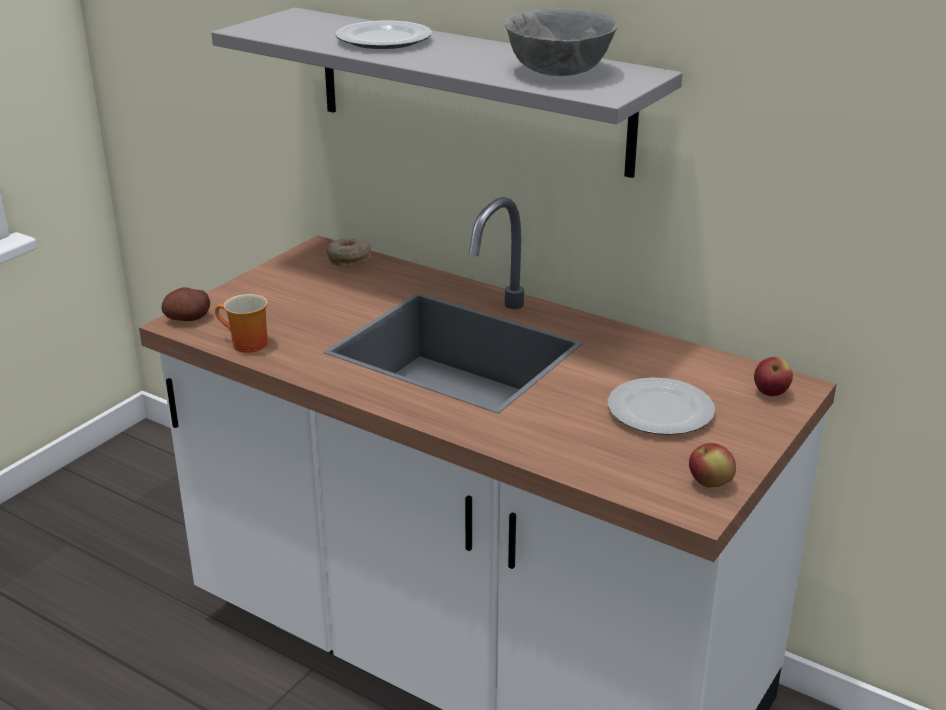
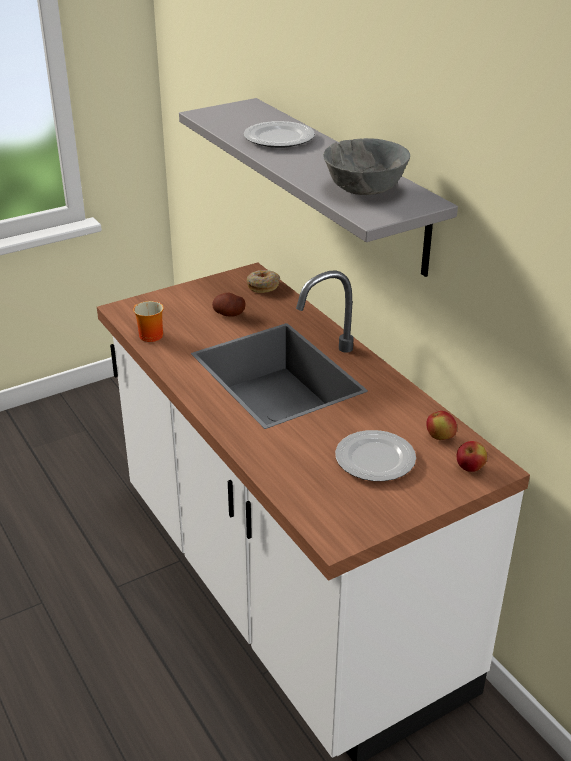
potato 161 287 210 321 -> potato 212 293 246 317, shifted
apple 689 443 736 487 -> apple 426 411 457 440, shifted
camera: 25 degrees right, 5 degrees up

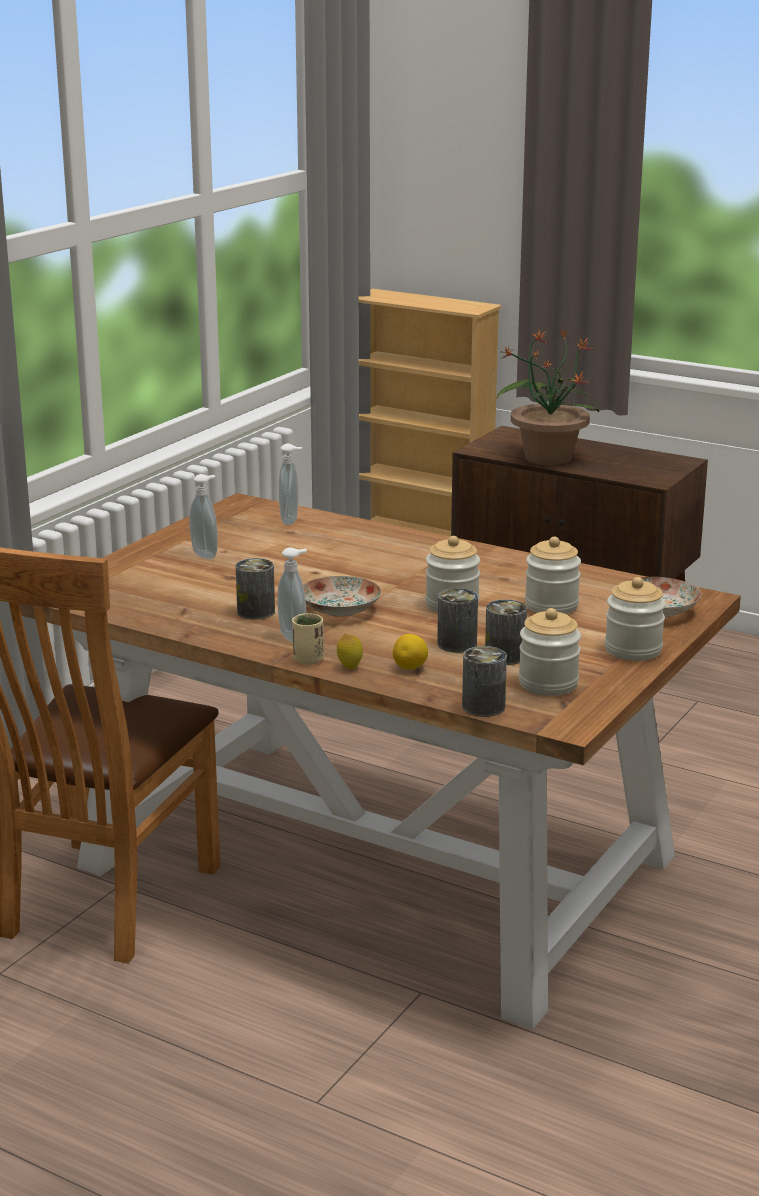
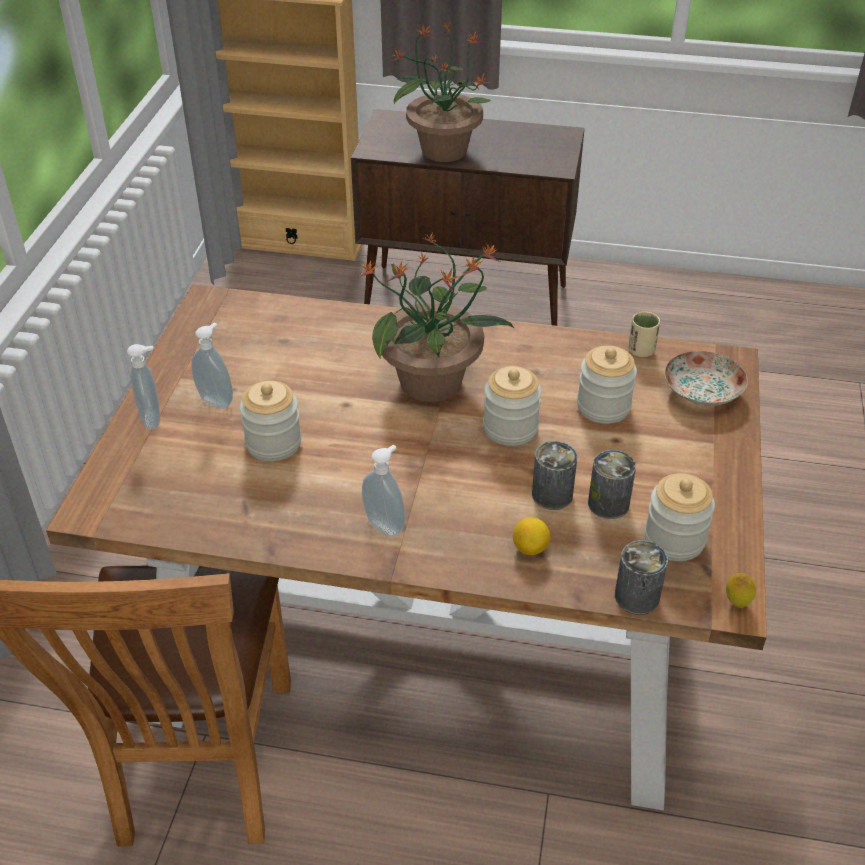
soap dispenser 279 444 302 525 -> soap dispenser 127 344 160 430, shifted
metal can 236 558 275 620 -> none
dinner plate 303 576 381 617 -> none
jar 605 577 666 661 -> jar 240 381 301 461, shifted
beige-coloured drinking cup 292 613 324 665 -> beige-coloured drinking cup 628 312 660 357, shifted
whole lemon 337 634 363 669 -> whole lemon 726 573 756 608, shifted
none -> houseplant 357 233 514 402
camera: 20 degrees left, 20 degrees up

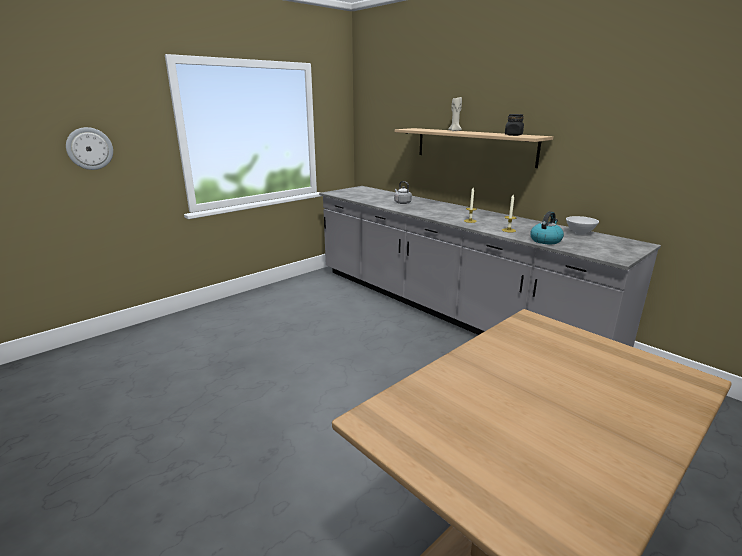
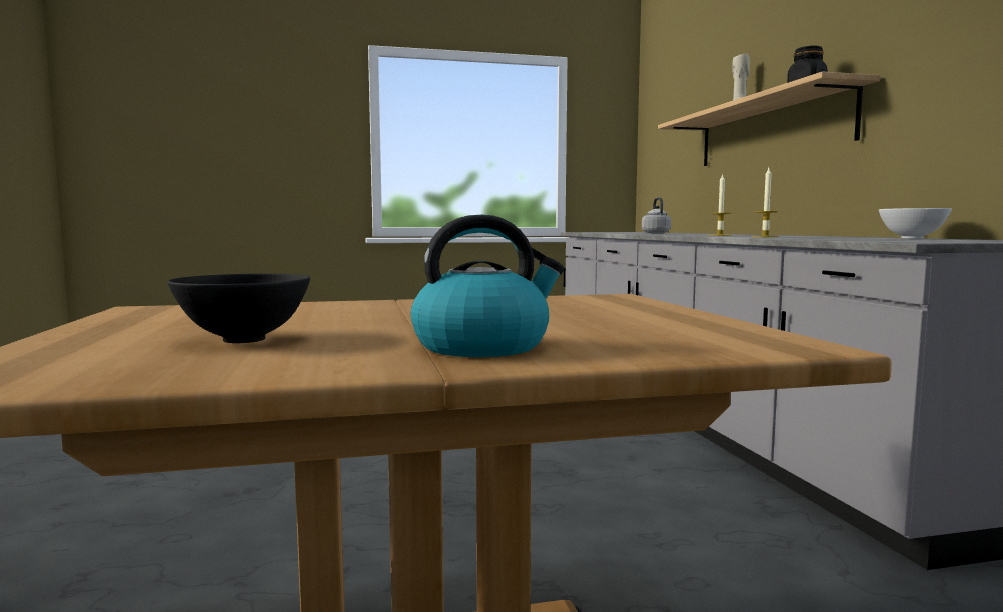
wall clock 66 127 113 170 -> none
tea kettle 530 211 564 244 -> tea kettle 411 215 564 357, shifted
none -> blackish bowl 167 274 310 343
camera: 30 degrees right, 15 degrees down

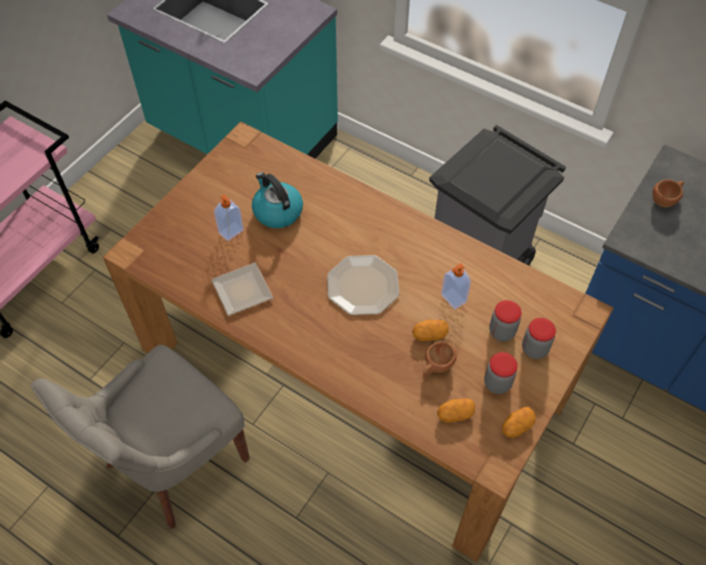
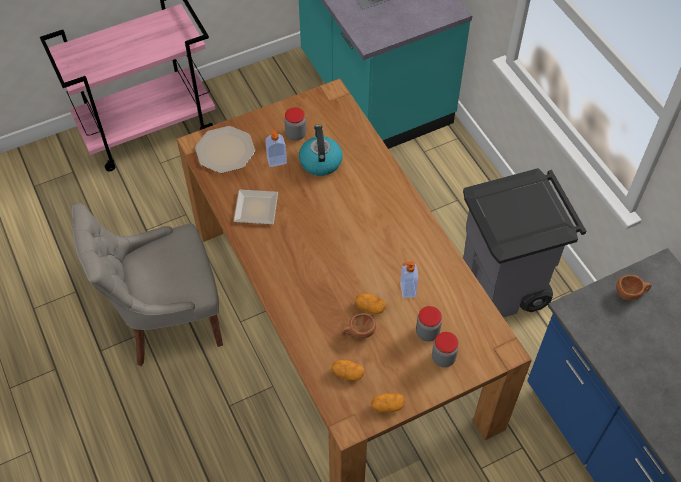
dinner plate 327 255 399 315 -> dinner plate 195 126 255 173, shifted
jar 484 352 518 394 -> jar 284 107 306 141, shifted
camera: 30 degrees right, 0 degrees up

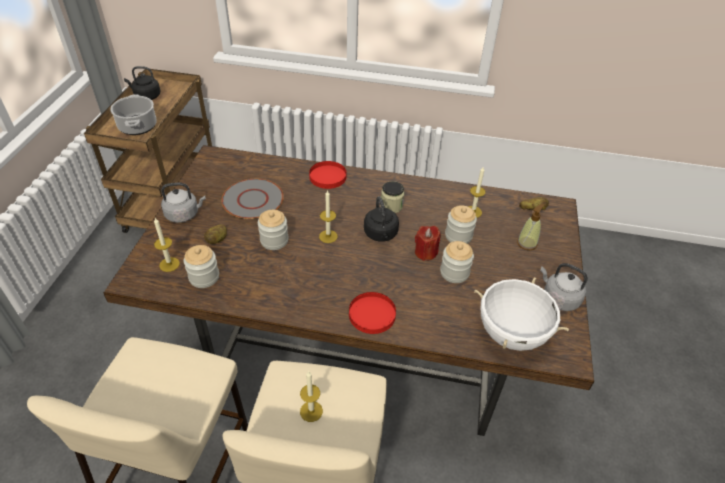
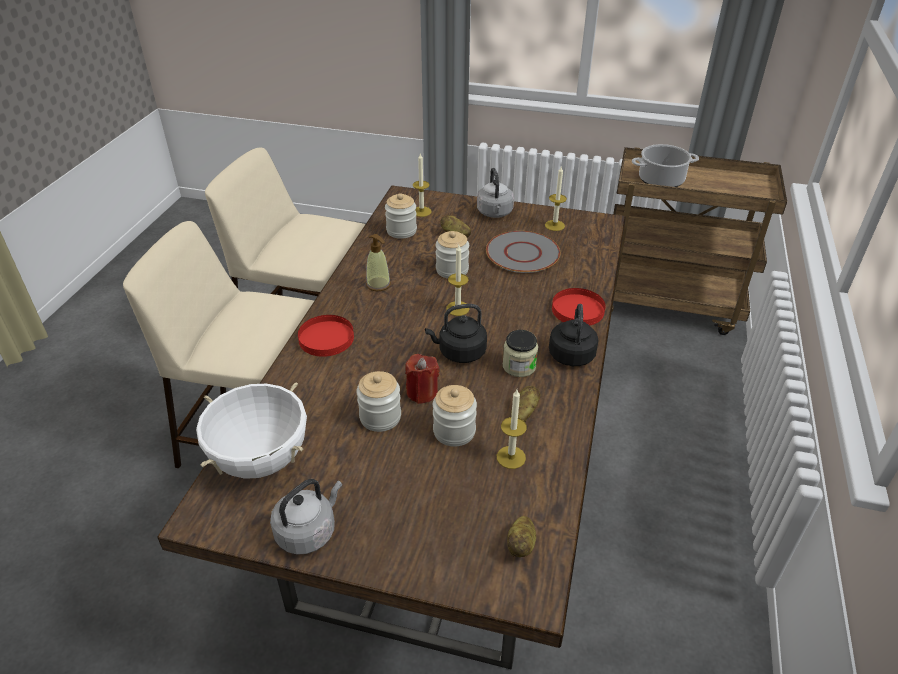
blackish tea kettle 124 66 161 100 -> blackish tea kettle 549 304 599 366, shifted
soap dispenser 517 204 545 250 -> soap dispenser 366 234 391 291, shifted
candle 300 371 323 422 -> candle 545 166 567 231, shifted
none -> potato 511 386 541 422
camera: 95 degrees right, 5 degrees down

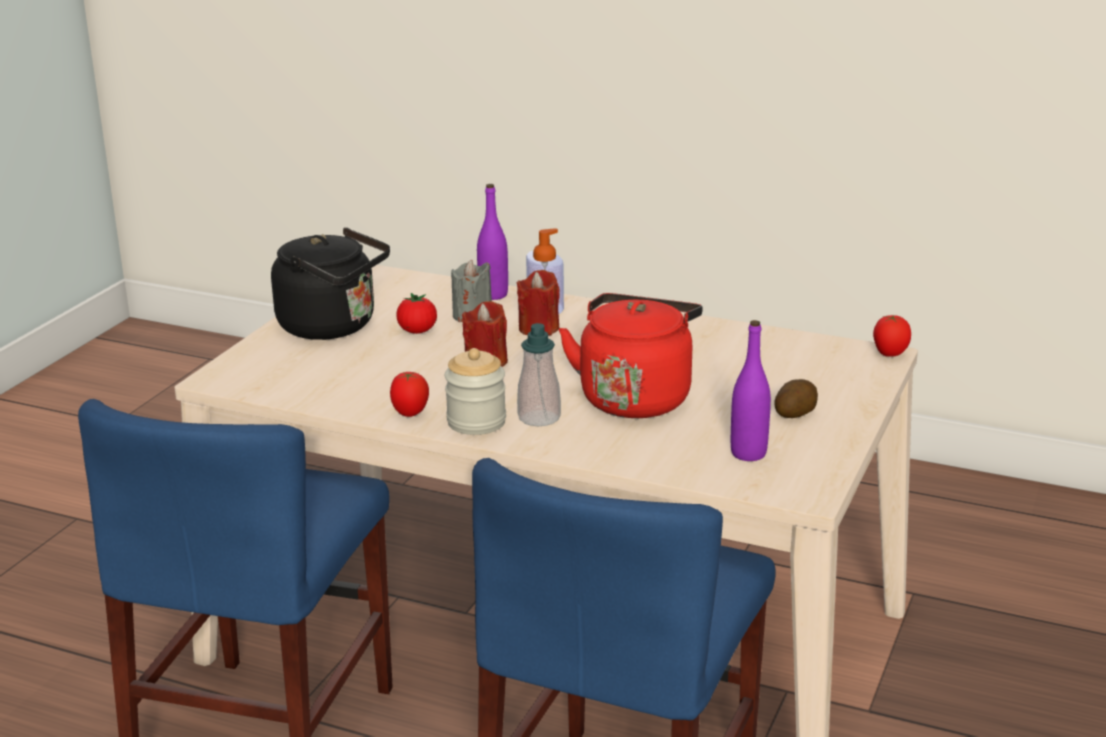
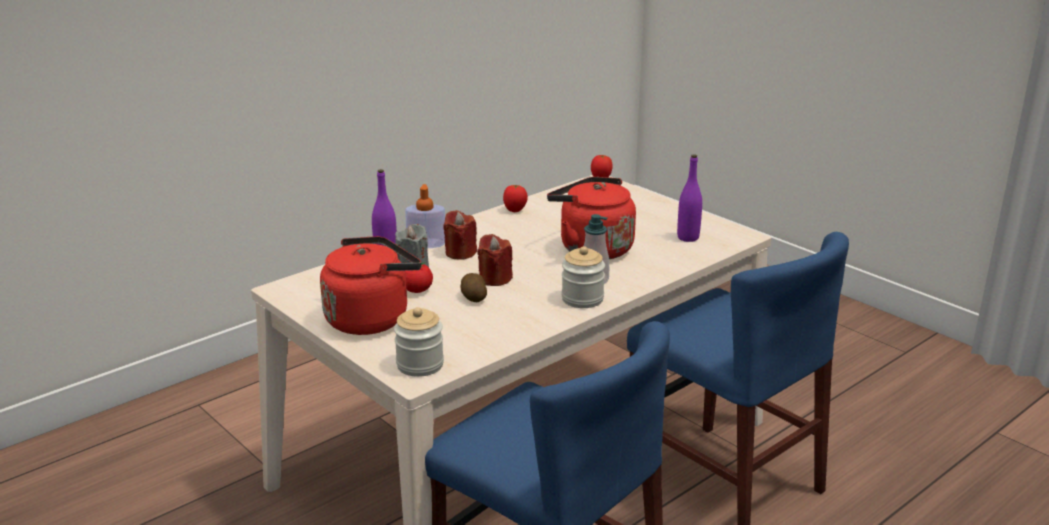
blackish tea kettle 271 228 390 340 -> red tea kettle 320 236 422 335
whole tomato 390 372 429 417 -> whole tomato 503 185 528 212, shifted
potato 775 379 818 418 -> potato 460 273 487 302, shifted
none -> jar 394 307 444 377
camera: 65 degrees left, 0 degrees up

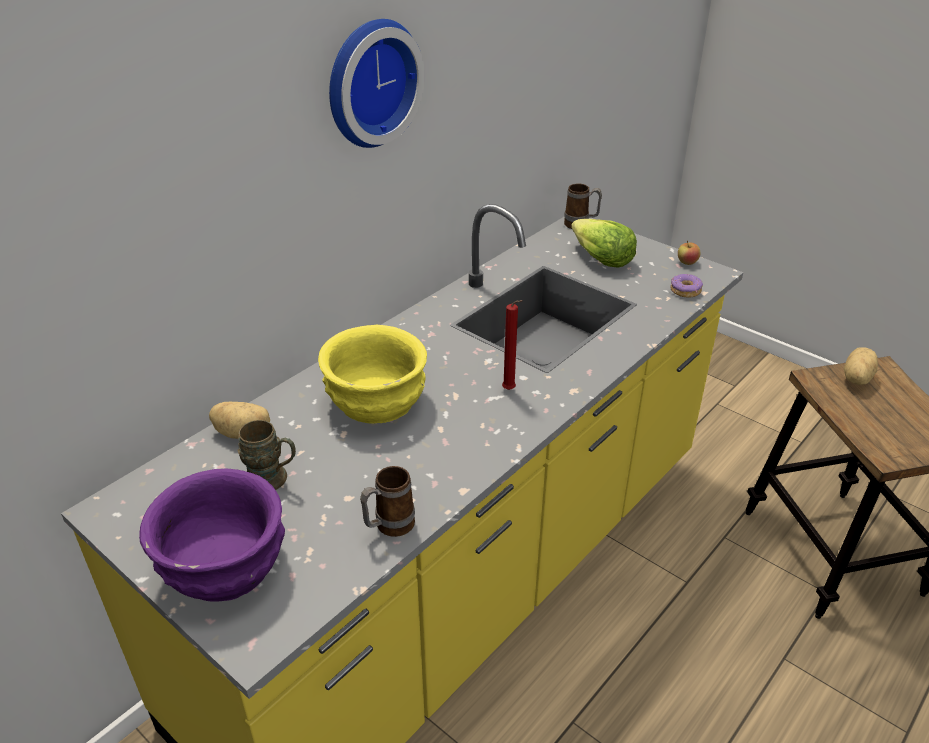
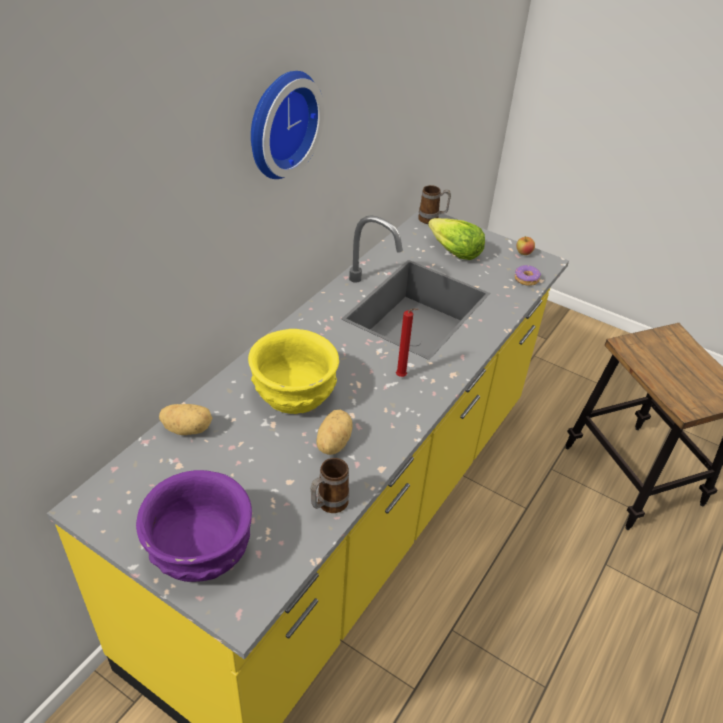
potato 844 347 878 385 -> potato 317 409 353 455, shifted
brown mug 238 420 296 490 -> none
camera: 10 degrees left, 5 degrees up

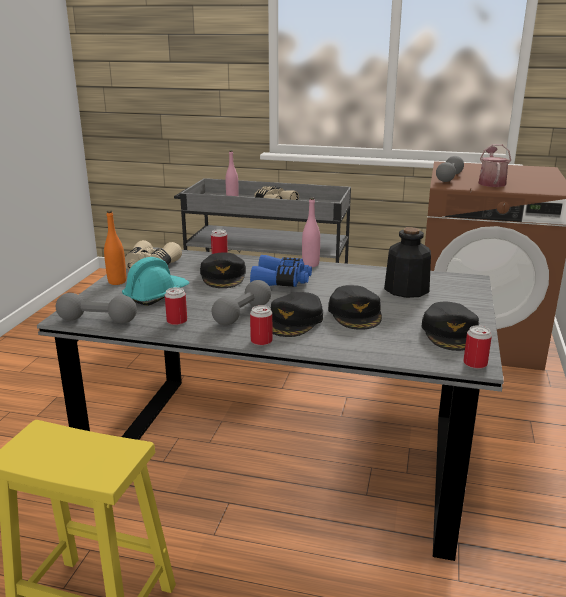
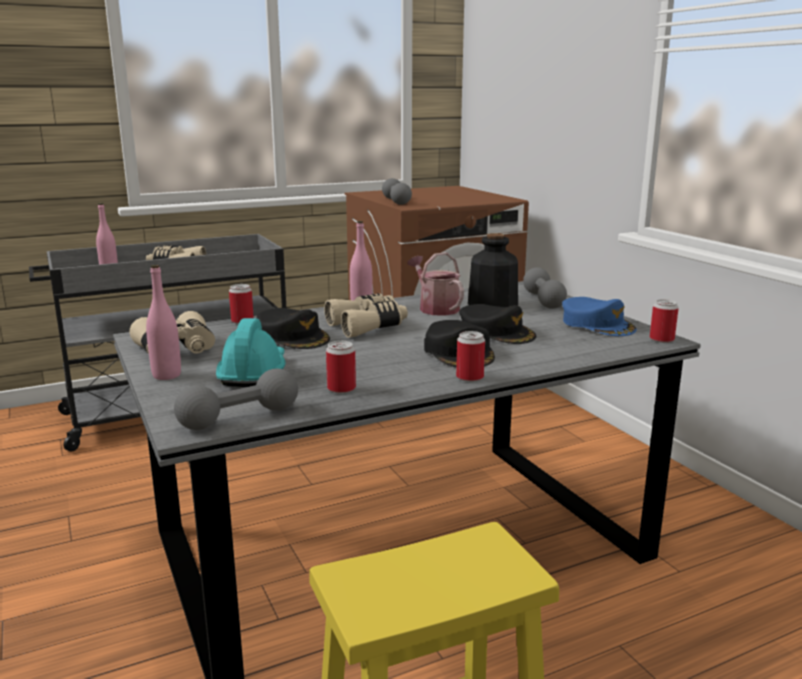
watering can 478 144 511 187 -> watering can 408 252 464 316, shifted
orangey drink bottle 104 211 126 285 -> pink drink bottle 146 265 181 380
blue field glasses 250 255 312 287 -> beige-coloured field glasses 324 293 408 338
greyish hand weight 212 280 271 325 -> greyish hand weight 523 267 567 309, shifted
blackish peaked cap 422 302 479 351 -> blue peaked cap 562 297 637 336
camera: 40 degrees left, 5 degrees down

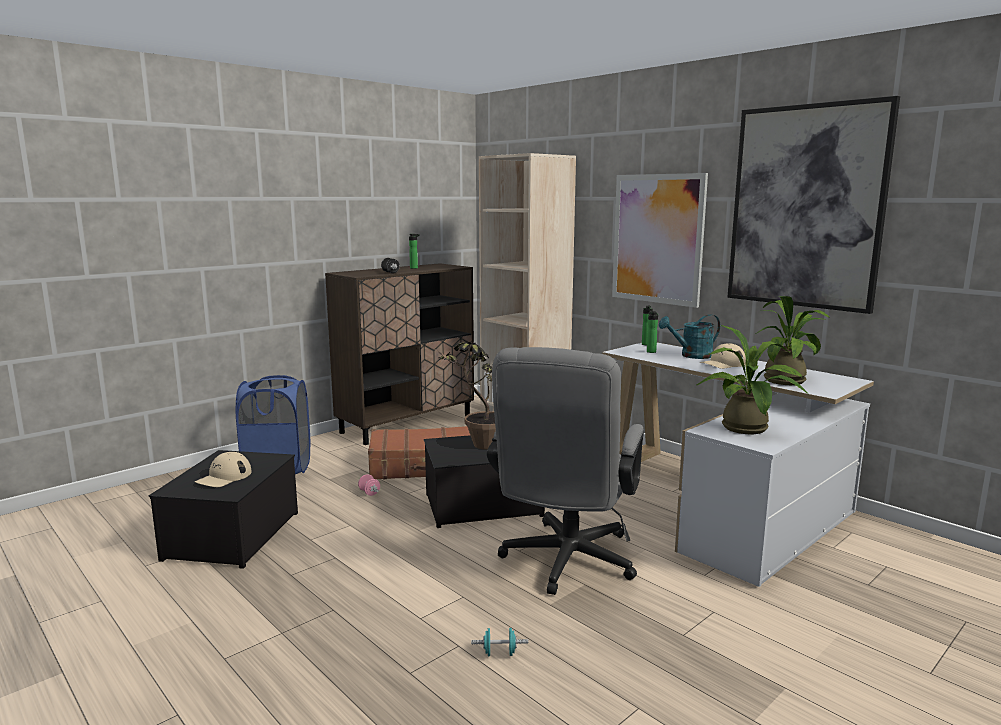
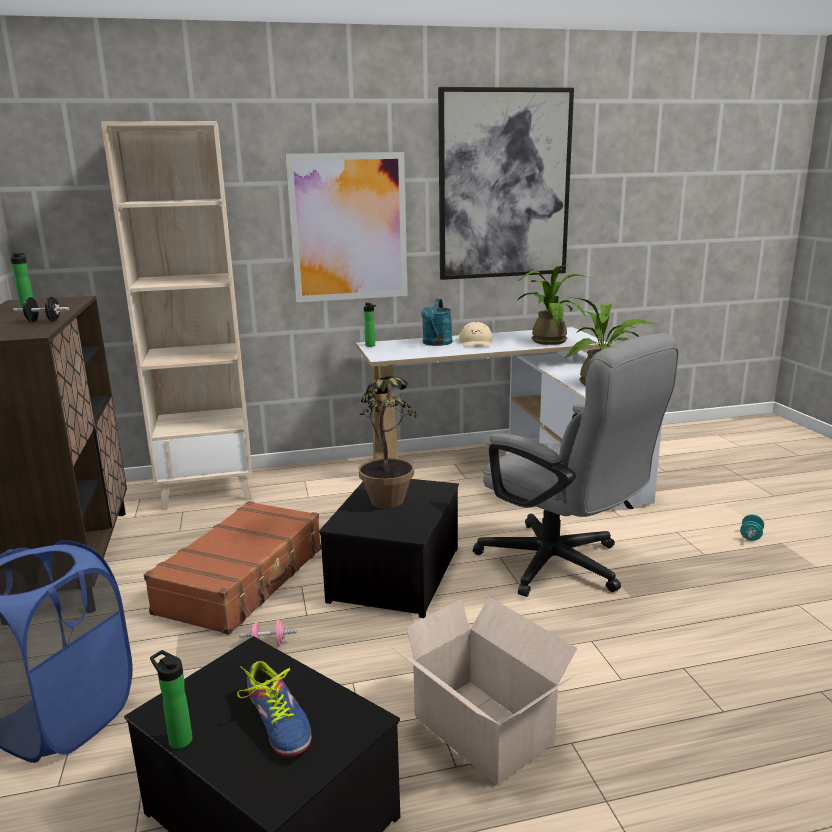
drink bottle 647 311 658 353 -> drink bottle 150 650 193 749, shifted
beige-coloured peaked cap 195 452 252 487 -> item of footwear 237 661 312 757
blue-green hand weight 471 628 528 656 -> blue-green hand weight 740 514 764 541, shifted
none -> cardboard box 391 597 577 785
camera: 60 degrees left, 5 degrees up

